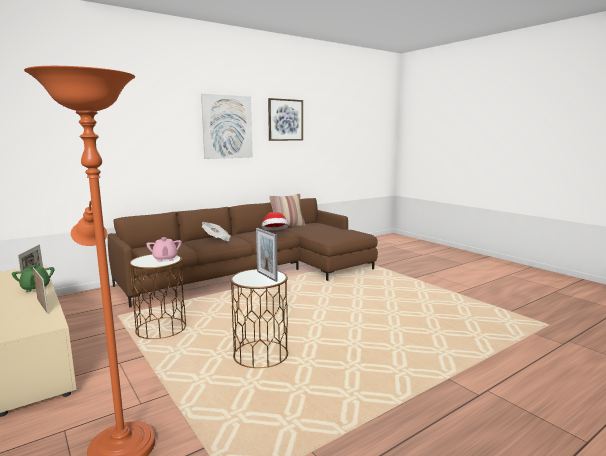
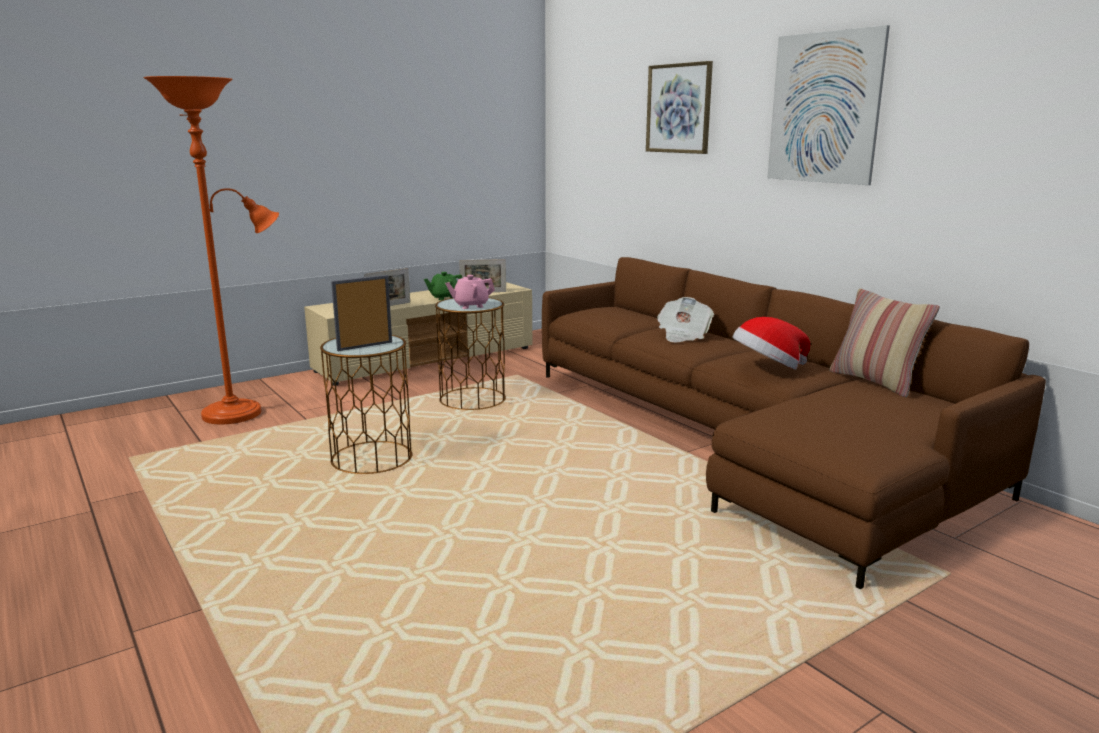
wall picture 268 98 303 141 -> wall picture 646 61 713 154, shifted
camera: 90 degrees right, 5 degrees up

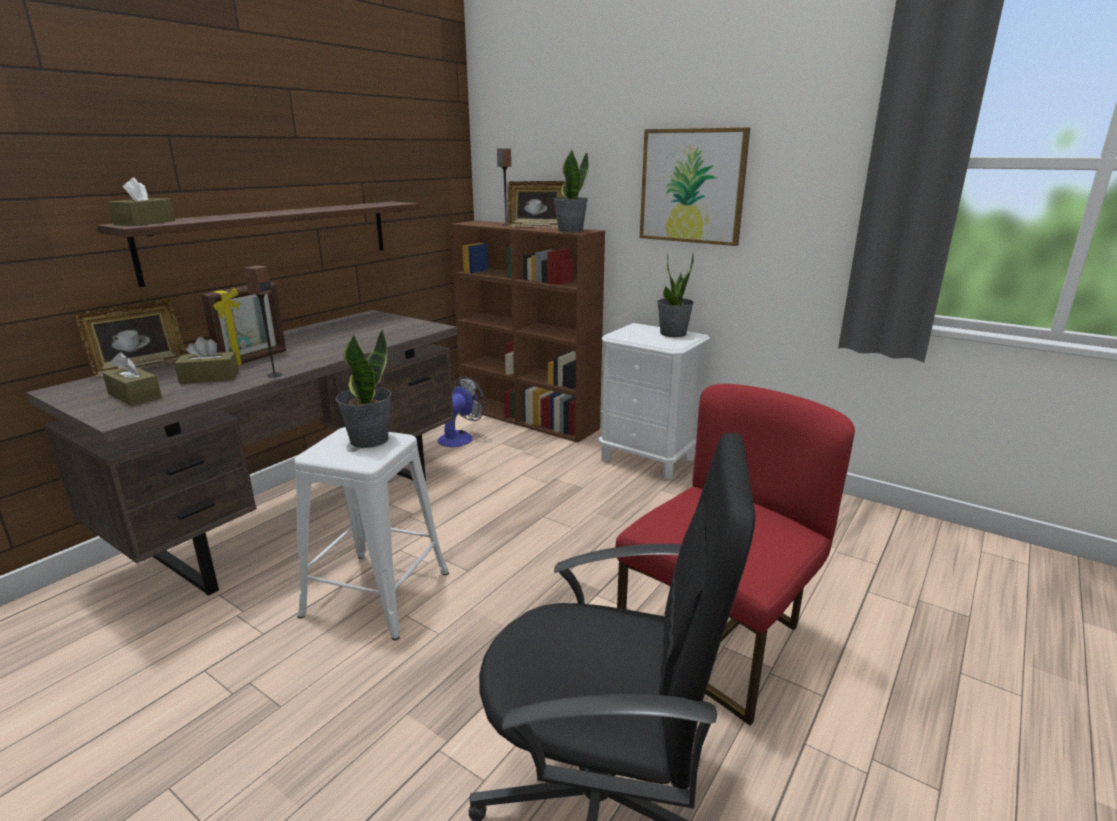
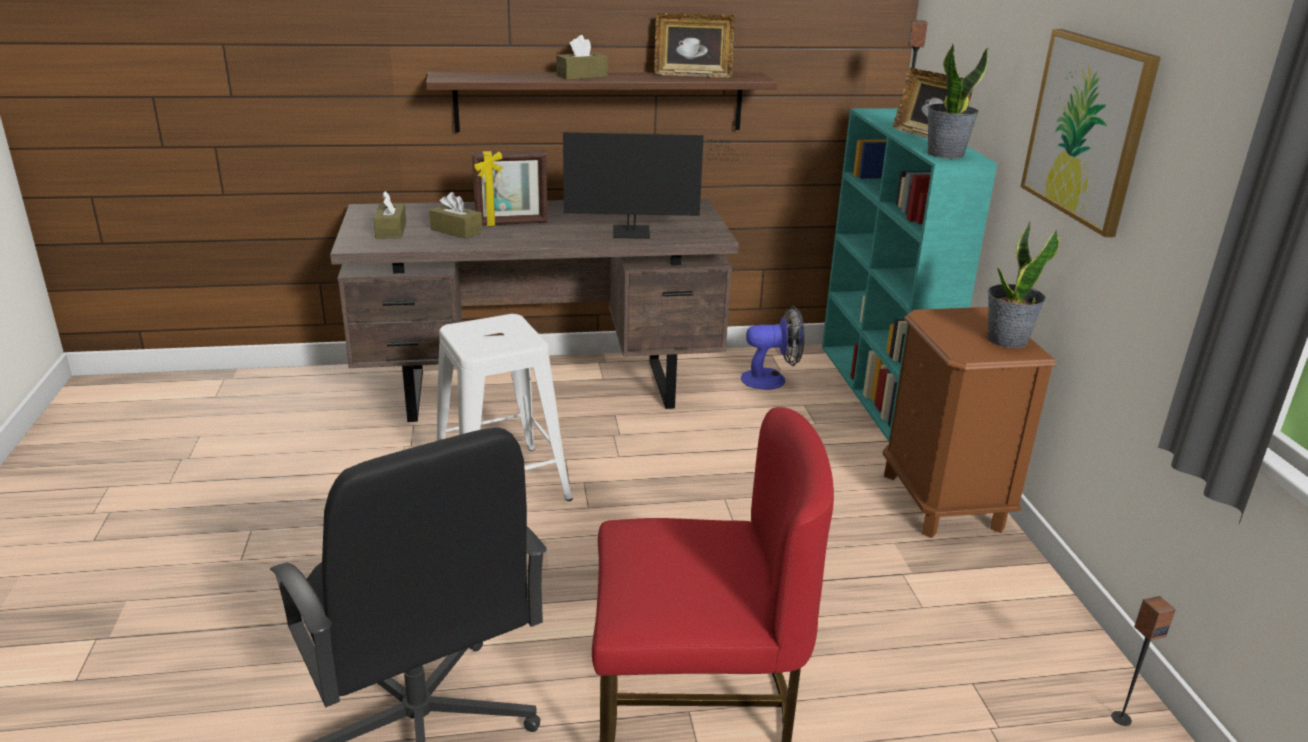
brown tissue box 108 177 175 226 -> brown tissue box 556 35 608 80, shifted
brown bookcase 450 221 605 443 -> blue-green bookcase 822 108 997 441
audio speaker 244 265 282 377 -> audio speaker 1111 596 1175 726, shifted
photo frame 76 300 187 376 -> photo frame 654 13 735 78, shifted
whitish bedside table 598 323 710 479 -> brown bedside table 883 307 1056 538
houseplant 336 329 391 448 -> none
none -> computer screen 563 132 748 239
camera: 45 degrees right, 5 degrees up

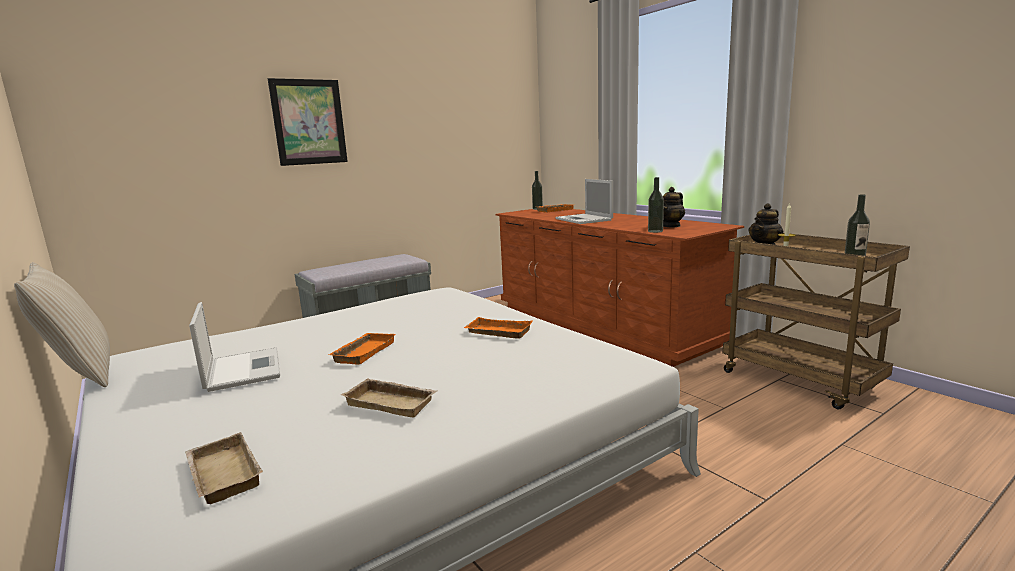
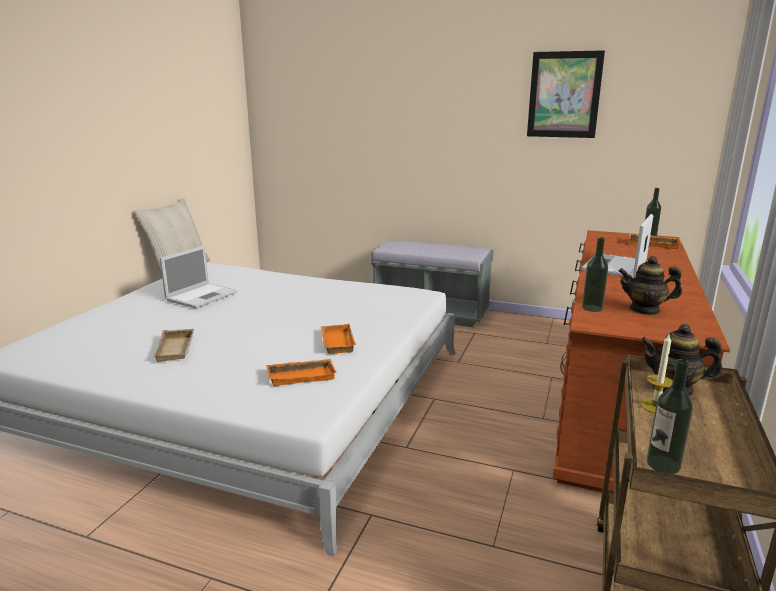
wall picture 268 78 348 166 -> wall picture 527 50 605 138, shifted
orangey tray 328 333 396 365 -> orangey tray 266 359 337 386, shifted
beige-coloured tray 185 432 263 504 -> none
camera: 55 degrees right, 5 degrees up

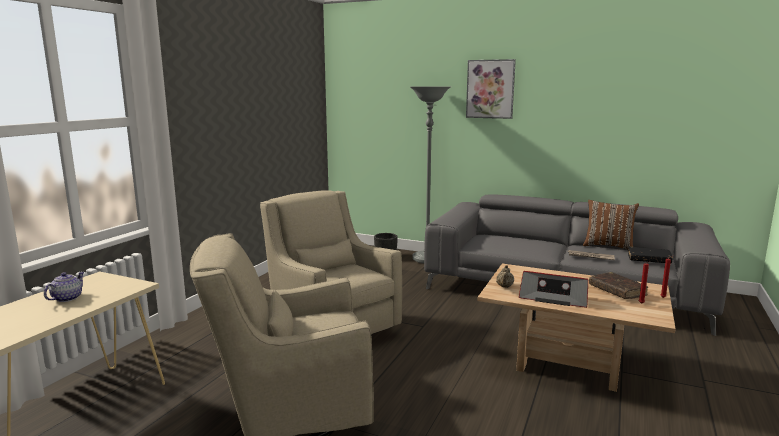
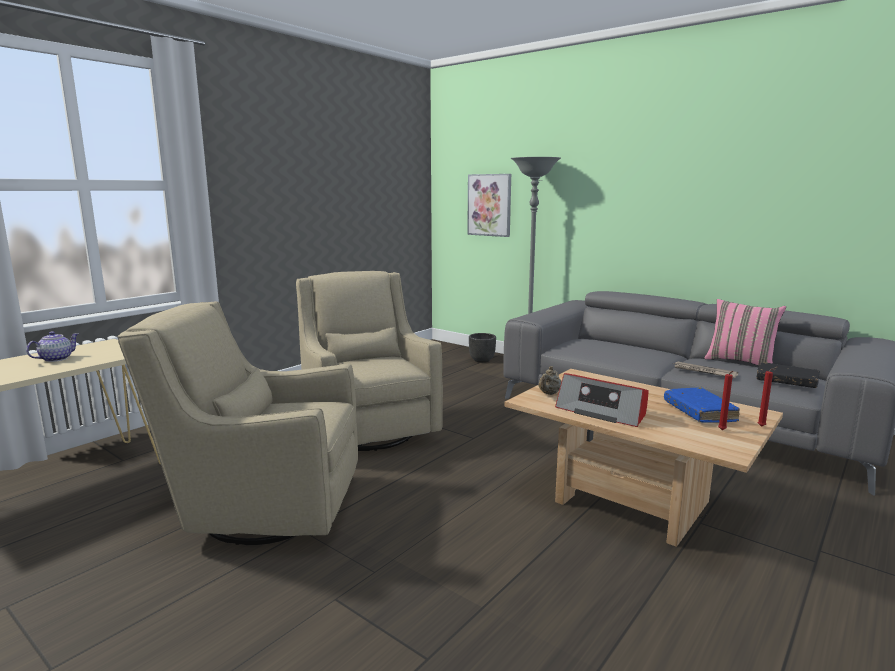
wall picture 466 59 516 119 -> wall picture 467 174 511 237, shifted
brown cushion 583 200 639 250 -> pink cushion 705 299 786 366
brown volume 589 272 648 299 -> blue volume 664 387 740 423
camera: 15 degrees right, 0 degrees up

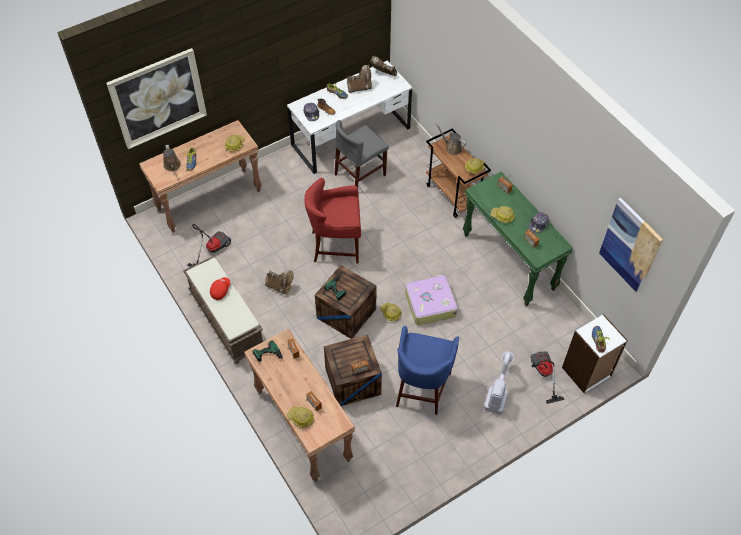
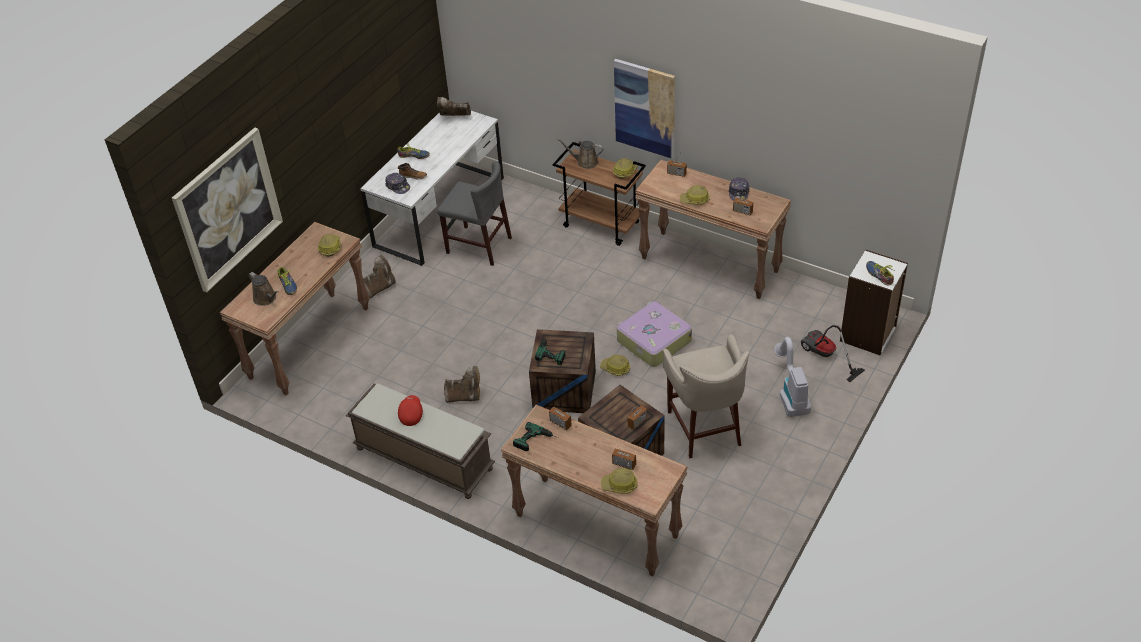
brown boot 347 65 372 93 -> brown boot 363 255 396 298, shifted
greyish upright chair 334 120 389 187 -> greyish upright chair 438 162 512 266, 90 degrees counterclockwise
green narrow table 463 172 573 306 -> brown narrow table 635 160 791 299
red stool seat 304 178 361 264 -> none
wall picture 599 198 663 294 -> wall picture 614 59 675 159, shifted
vacuum cleaner 187 224 231 267 -> none
blue stool seat 396 326 459 415 -> beige-coloured stool seat 663 334 749 459
camera: 25 degrees left, 10 degrees down

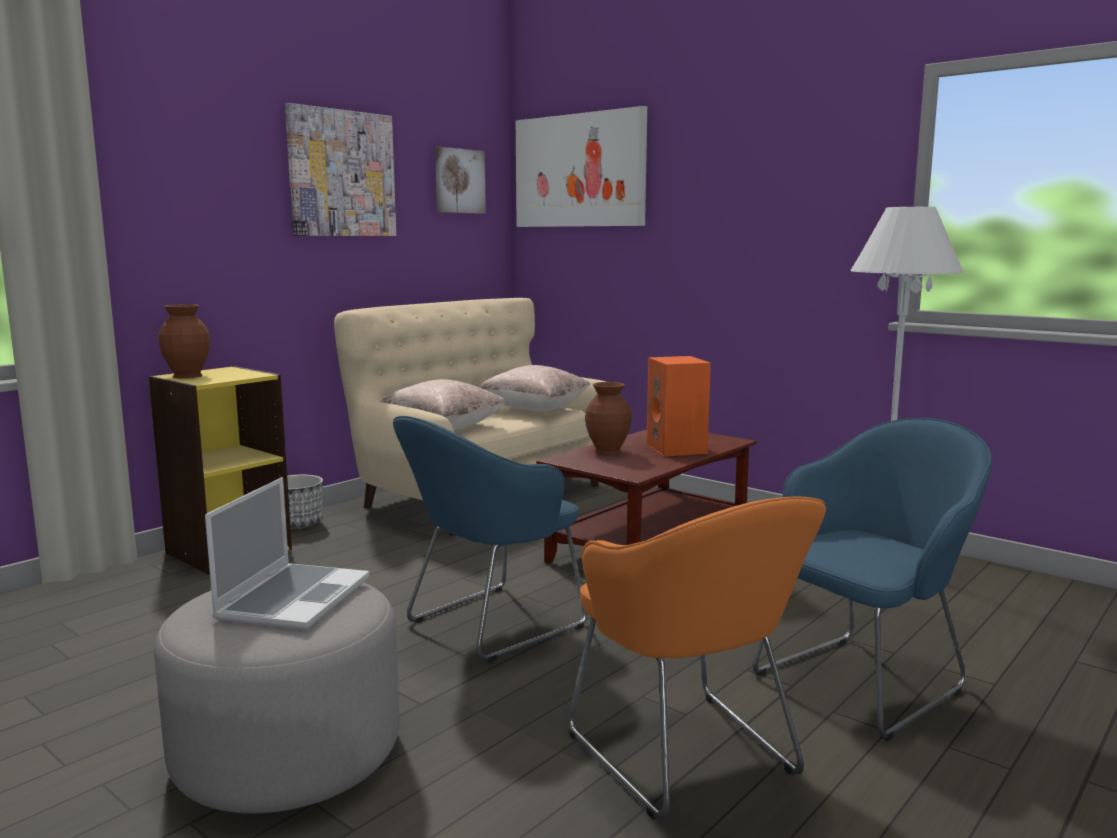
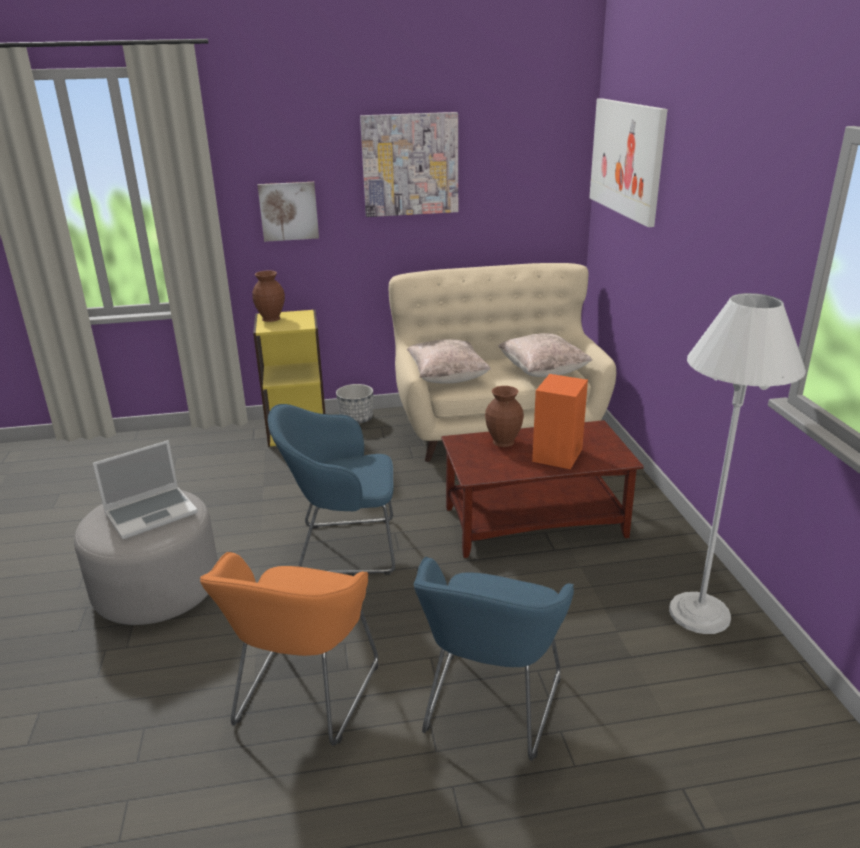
wall picture 435 147 486 214 -> wall picture 257 182 319 242, shifted
blue easy chair 752 418 992 741 -> blue easy chair 414 557 574 761, 105 degrees clockwise
camera: 40 degrees right, 15 degrees up

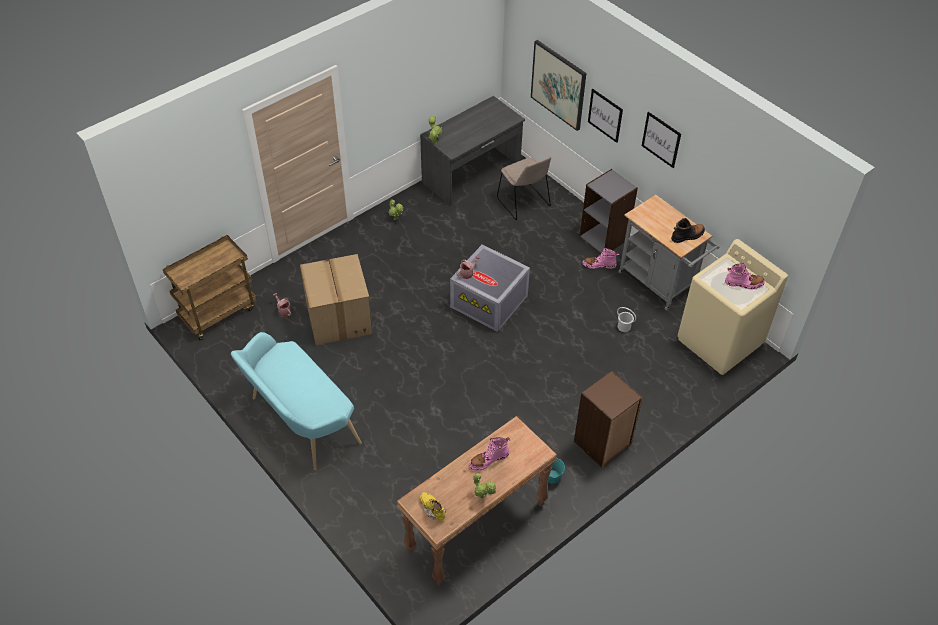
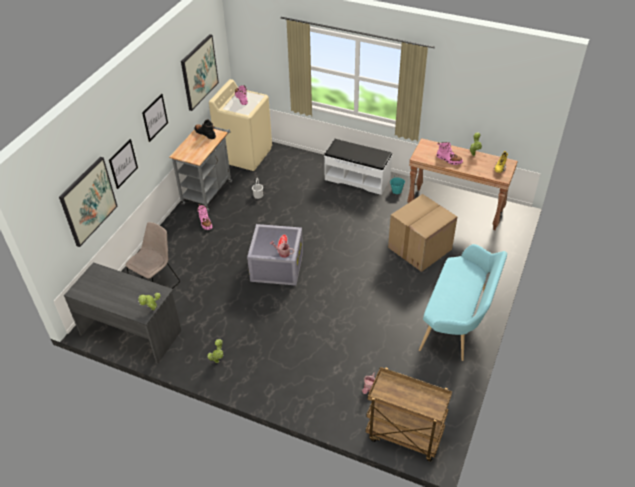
greyish bookcase 580 169 638 253 -> none
cardboard box 300 254 373 345 -> cardboard box 388 194 457 272, shifted
brown bookcase 574 371 643 468 -> whitish indoor bench 324 139 392 195
none -> wall picture 181 34 219 111
camera: 115 degrees left, 5 degrees down

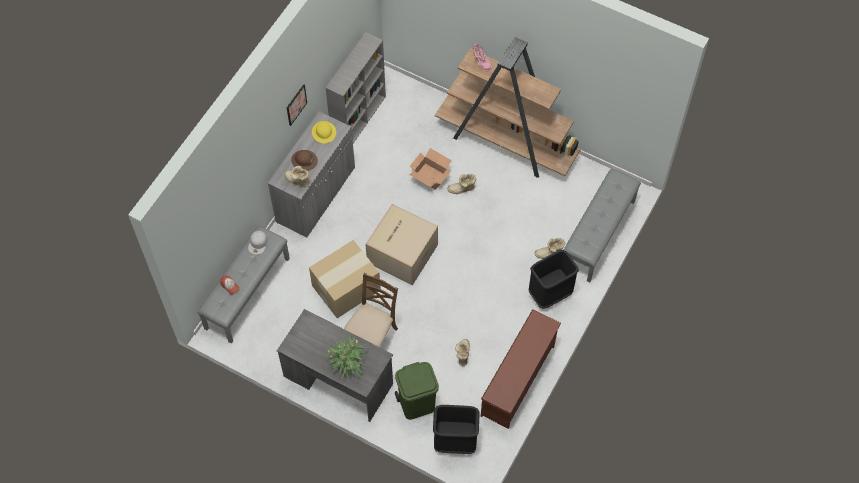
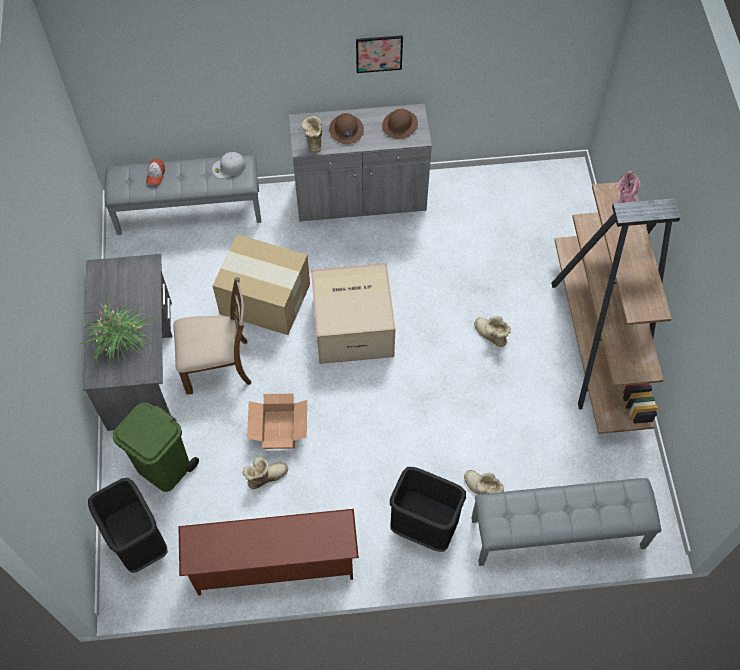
greyish bookcase 326 32 386 144 -> none
yellow-coloured safety helmet 312 121 336 144 -> brown safety helmet 382 109 418 139
cardboard box 409 148 452 190 -> cardboard box 247 394 307 449, shifted
camera: 55 degrees right, 0 degrees up

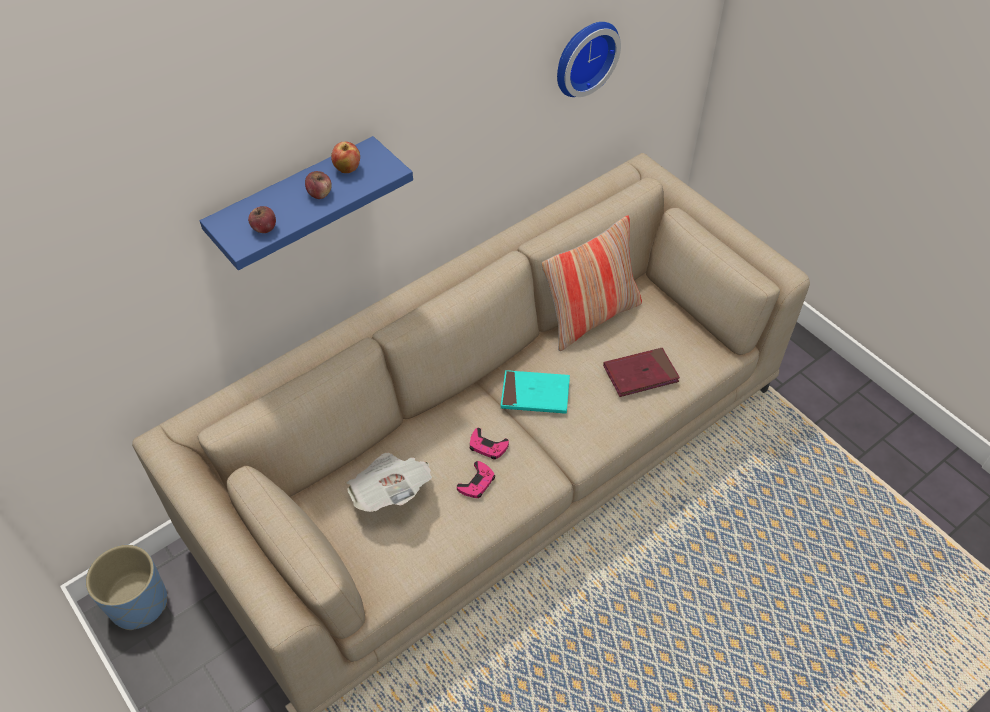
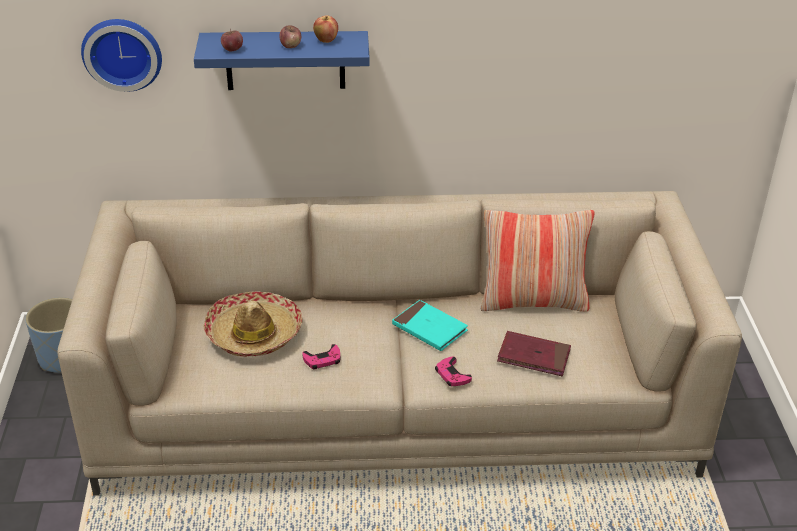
wall clock 557 22 621 97 -> wall clock 81 19 162 92, shifted
pink joypad 469 428 509 459 -> pink joypad 435 356 472 386, shifted
printed paper 346 452 432 512 -> clothing hat 204 291 303 357
camera: 35 degrees right, 15 degrees down

